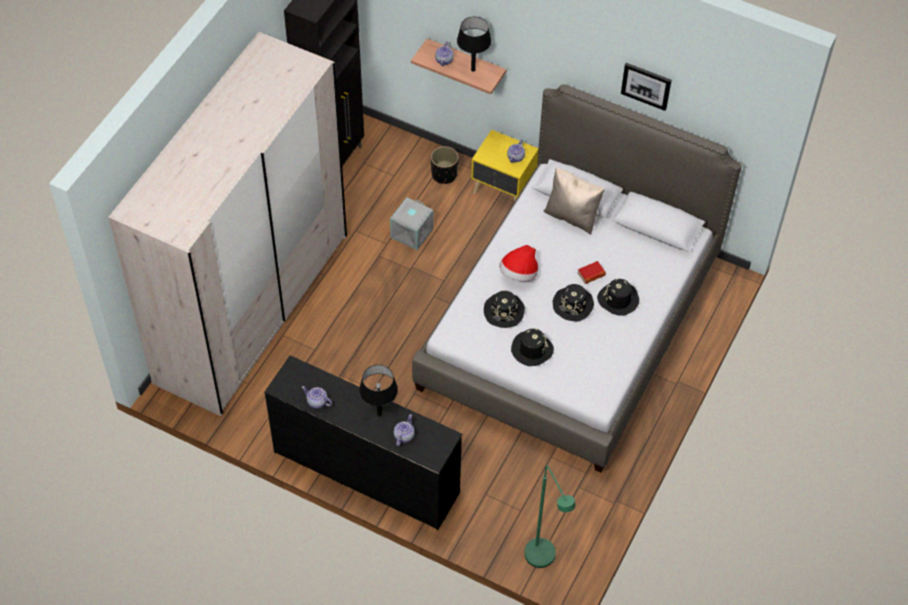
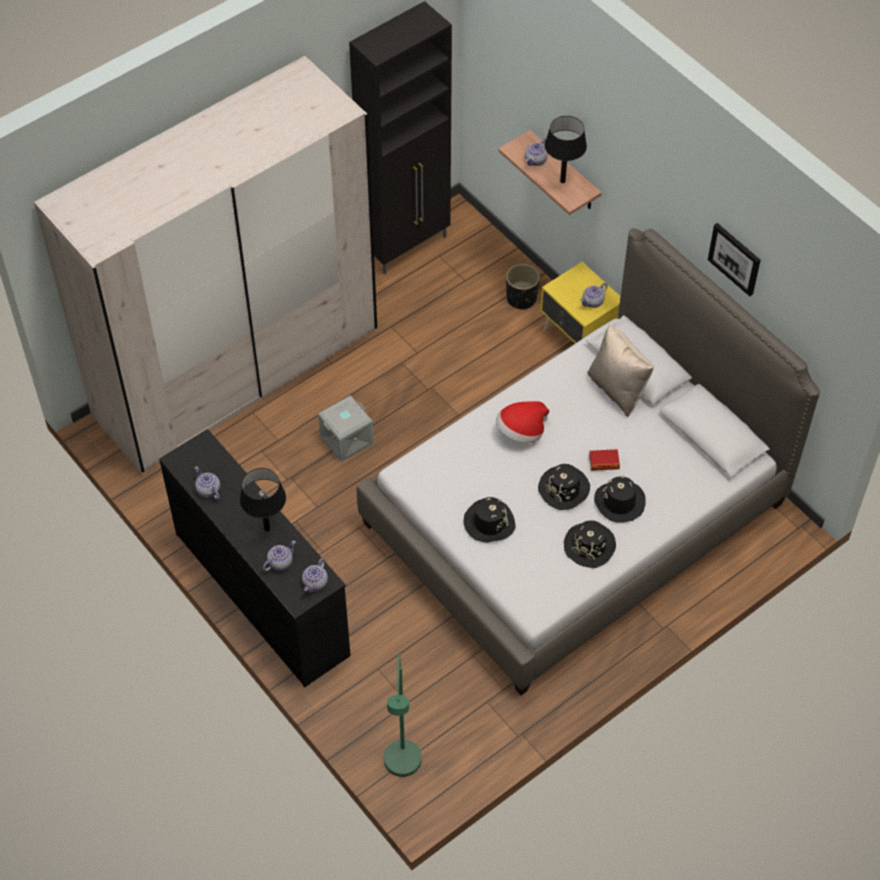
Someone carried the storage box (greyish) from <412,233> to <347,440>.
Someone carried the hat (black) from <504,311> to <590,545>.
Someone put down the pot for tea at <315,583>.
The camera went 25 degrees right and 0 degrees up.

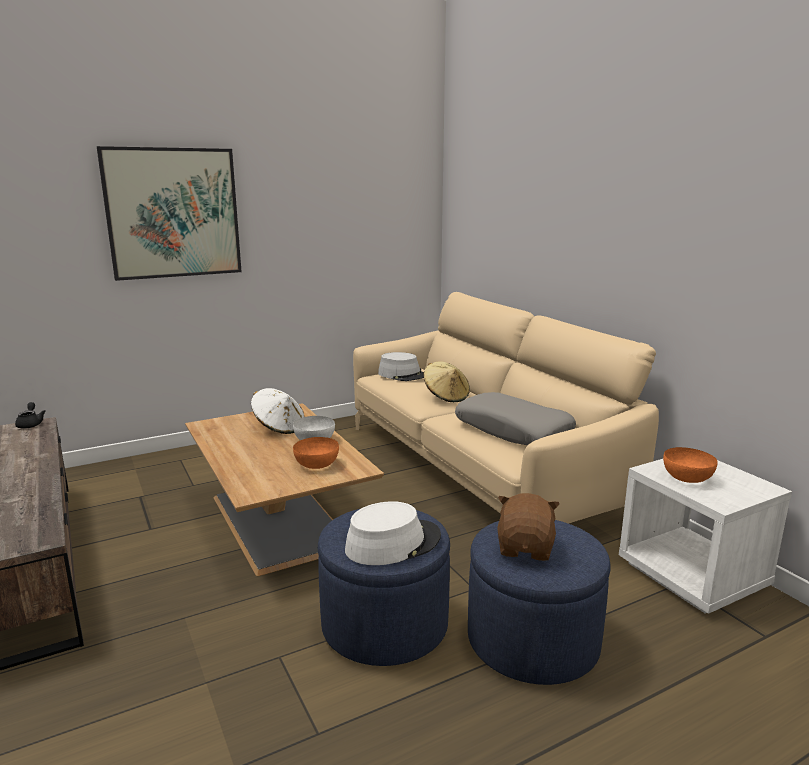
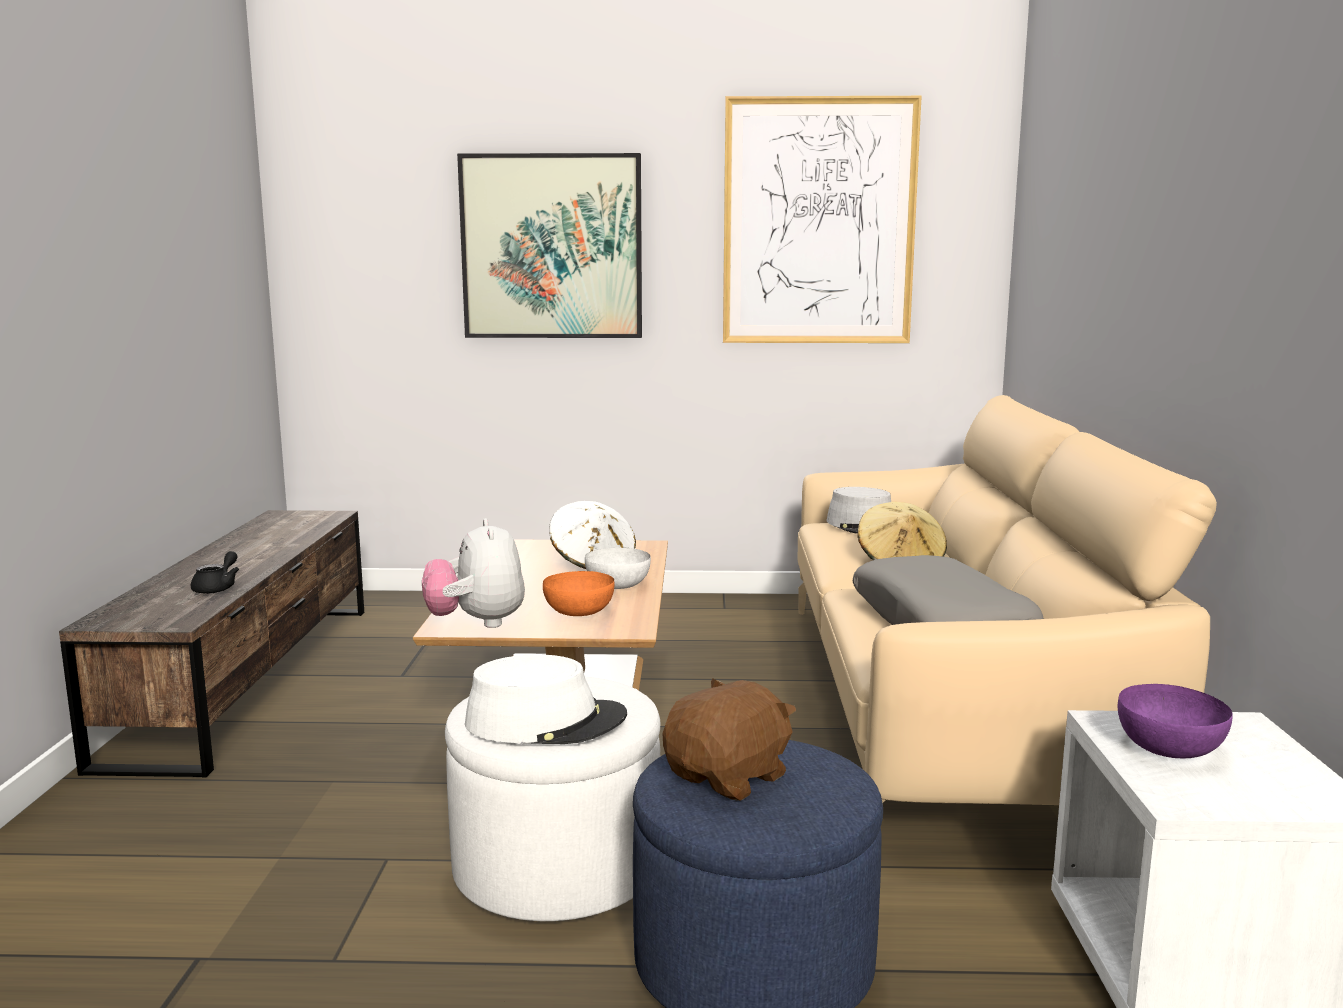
Someone carried the pot for tea (black) from <30,424> to <217,588>.
Someone repainted the ottoman (blue) at <385,625>, which became the ottoman (whitish) at <557,867>.
Someone repainted the deep dish (orange) at <687,477>, which became the deep dish (purple) at <1171,748>.
Someone put down the plush toy at <477,623>.
Someone put up the picture at <818,222>.
The camera went 30 degrees right and 5 degrees down.

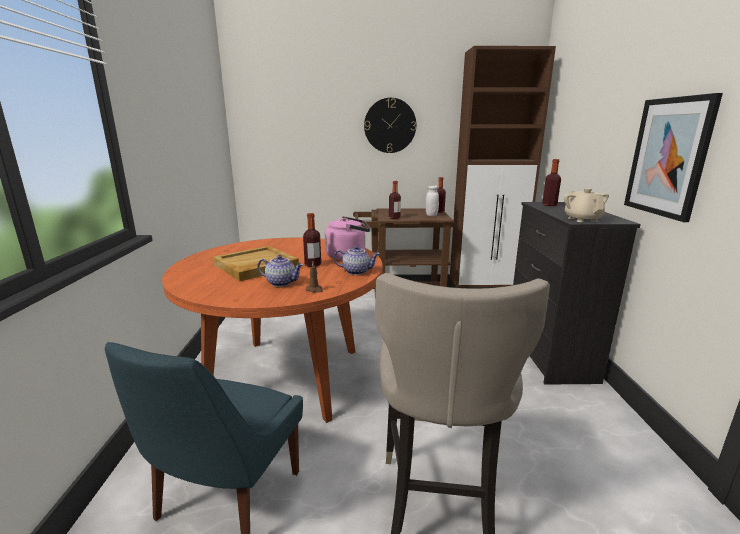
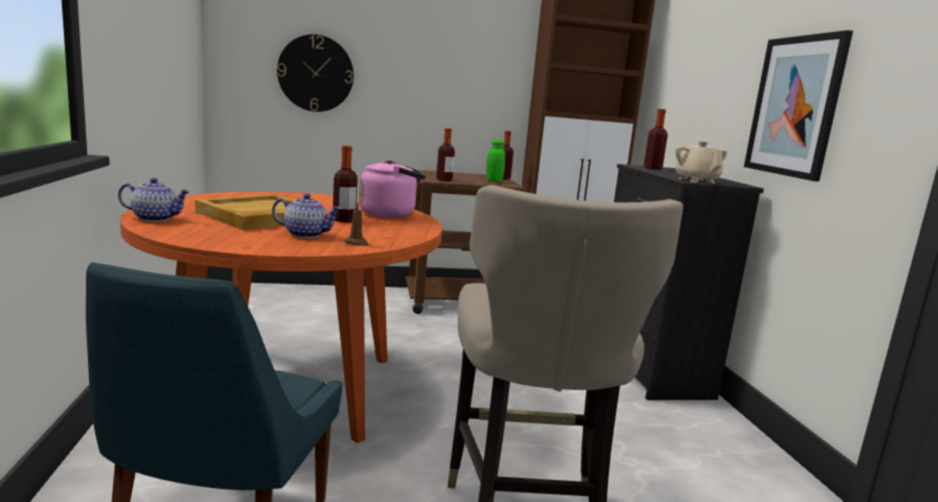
Someone carried the pot for tea from <357,271> to <156,218>.
Someone carried the clock on the wall from <390,125> to <315,73>.
Someone repainted the preserve jar (whitish) at <431,215>, which became the preserve jar (greenish) at <494,181>.
The camera went 10 degrees left and 5 degrees down.

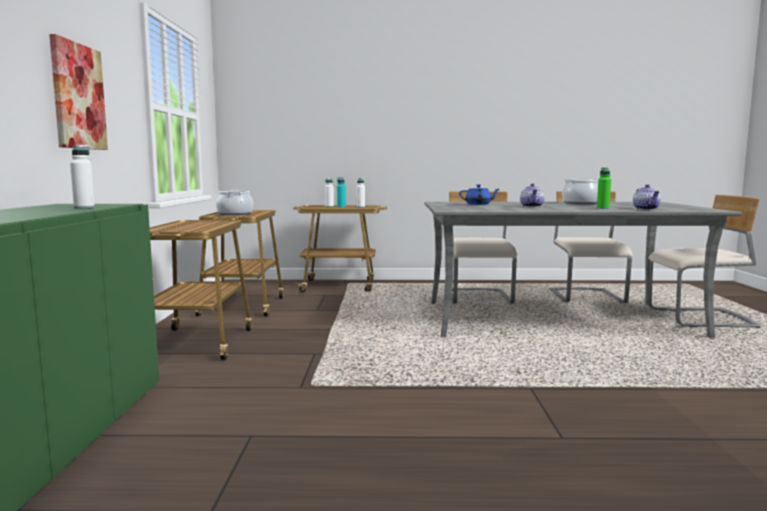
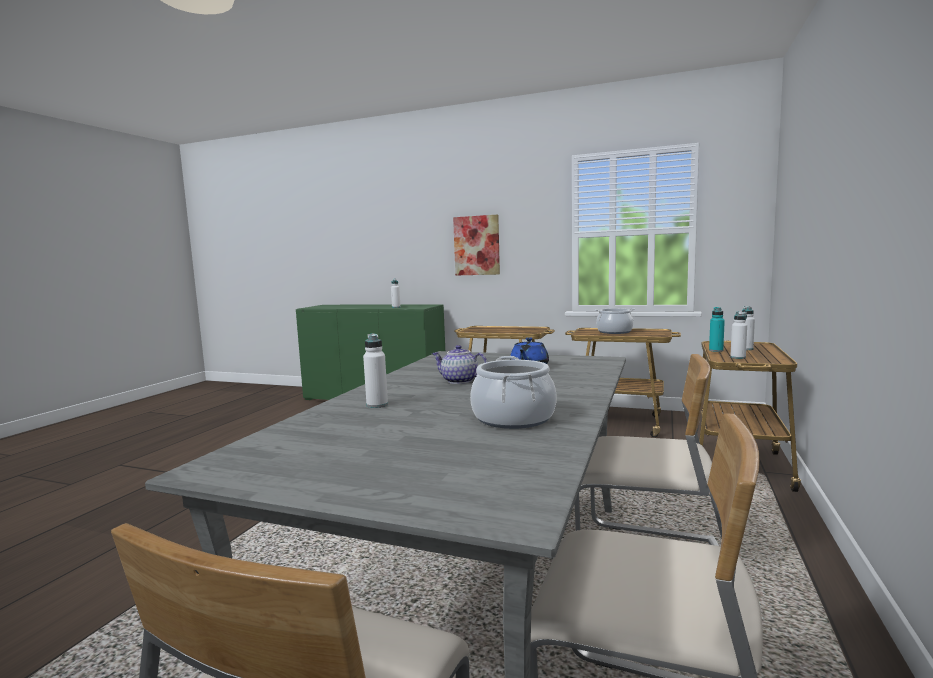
Someone repainted the bottle (greenish) at <603,208>, which became the bottle (whitish) at <377,405>.
Someone took away the pot for tea at <646,209>.
The camera went 110 degrees right and 0 degrees up.

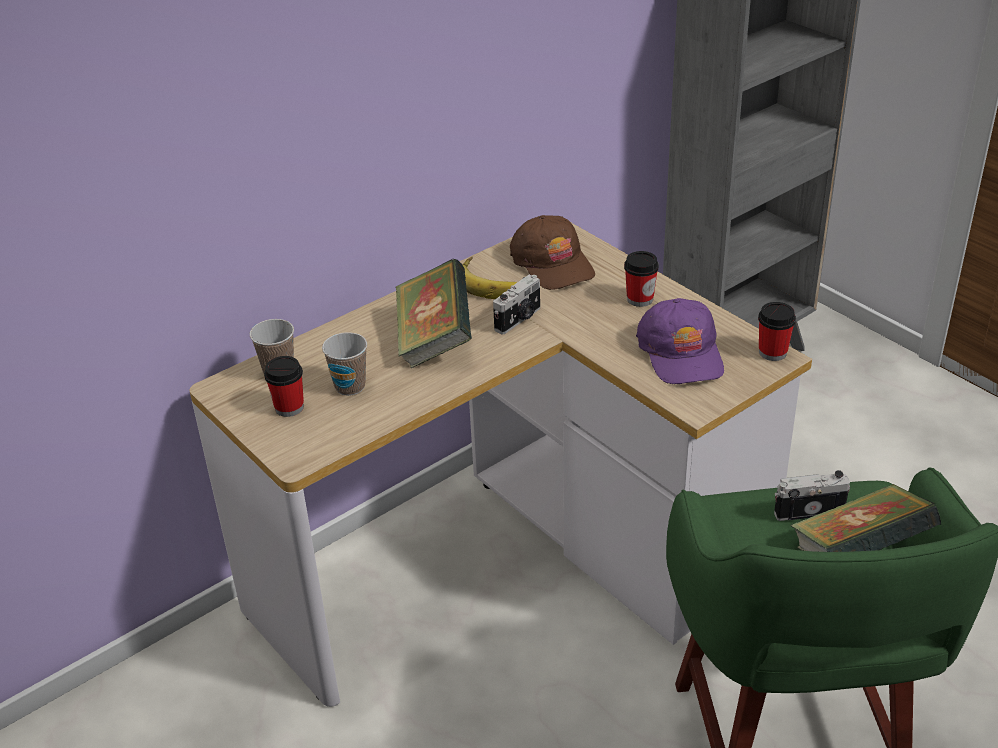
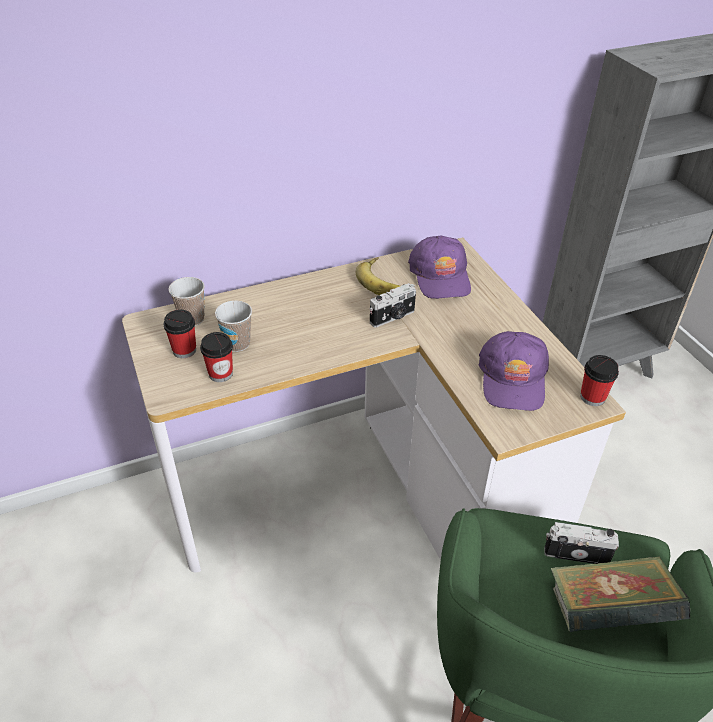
Someone took away the volume at <434,340>.
Someone repainted the baseball cap (brownish) at <553,263>, which became the baseball cap (purple) at <440,276>.
Someone carried the cup from <640,299> to <220,374>.
The camera went 15 degrees right and 5 degrees up.

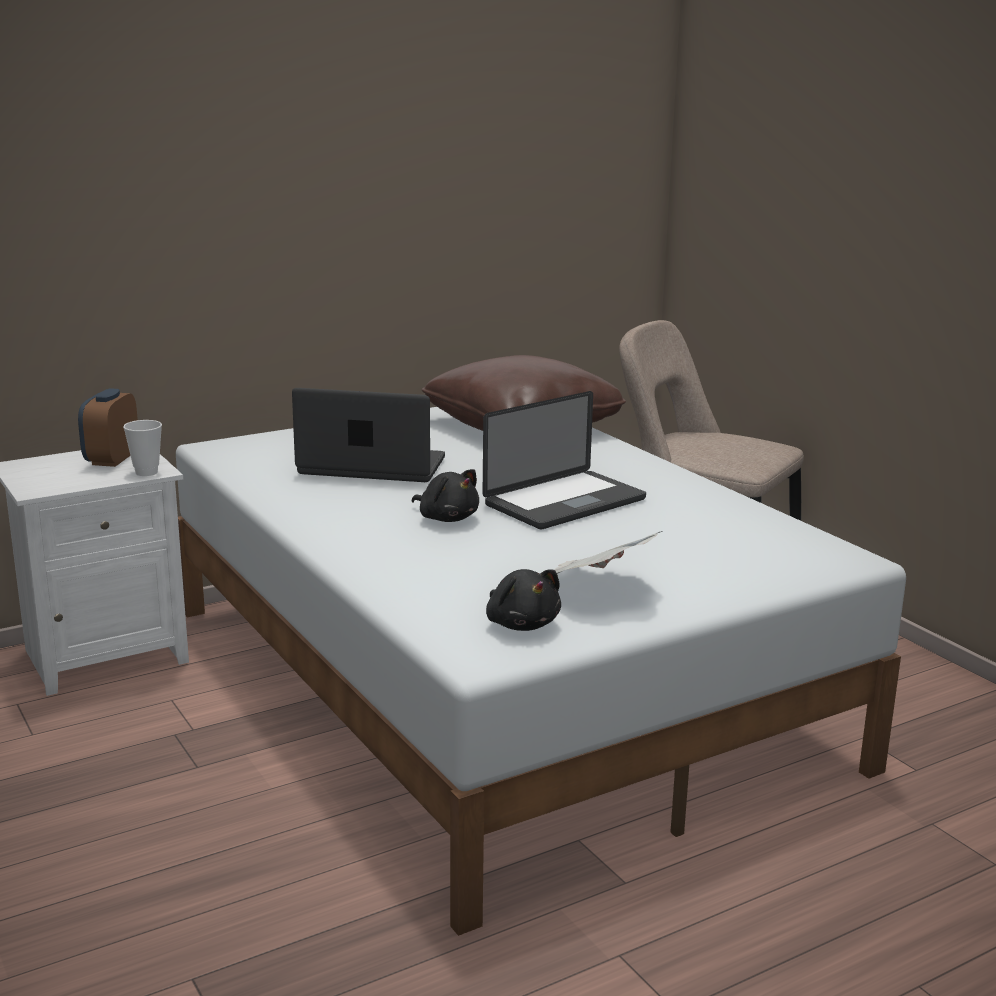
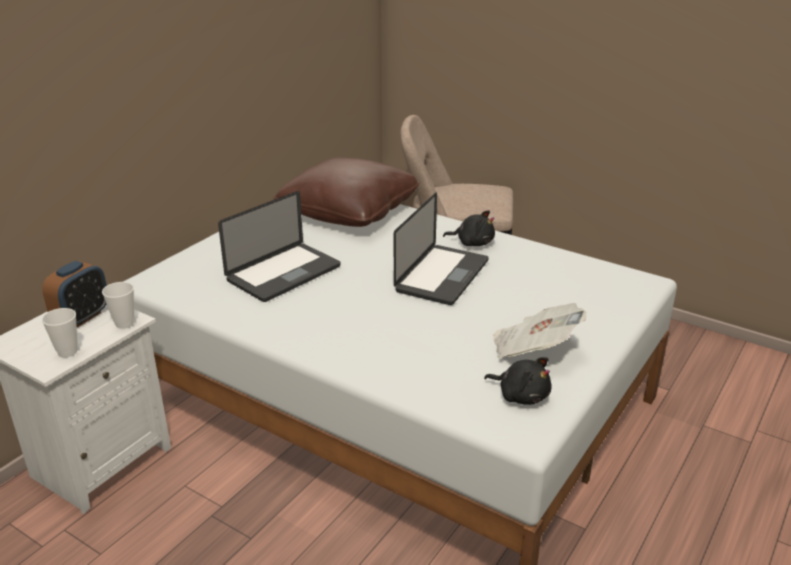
Someone rotated the alarm clock at <111,460> by 135 degrees counterclockwise.
Someone rotated the notebook computer at <372,466> by 150 degrees clockwise.
Someone carried the plush toy (black) from <447,518> to <472,243>.
Someone put down the cup at <67,352>.
The camera went 25 degrees left and 10 degrees up.

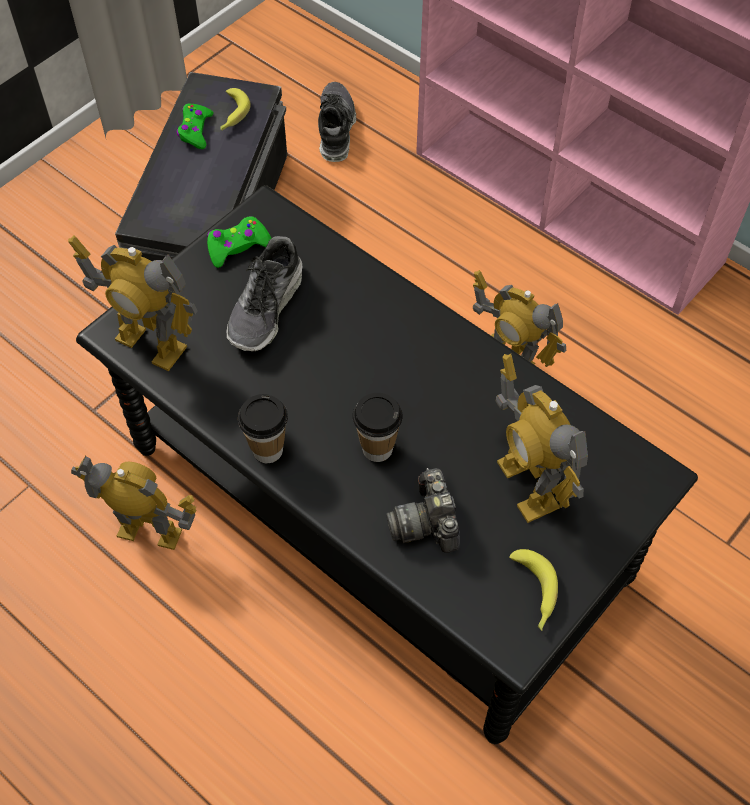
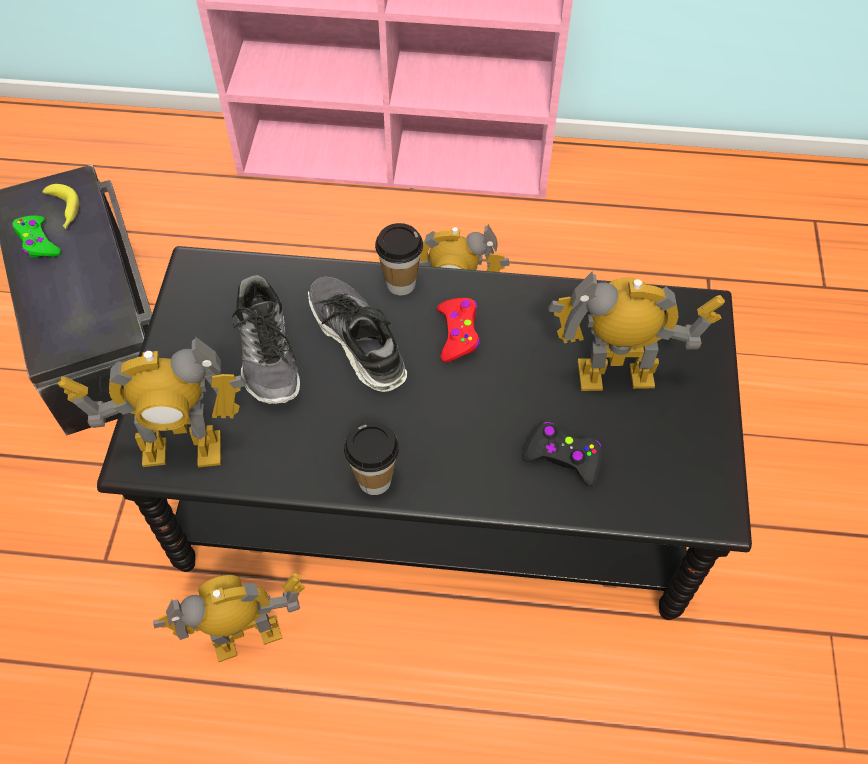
Someone took away the game controller (greenish) at <238,247>.
Someone carried the item of footwear from <335,129> to <357,340>.
Someone carried the cup from <377,449> to <401,284>.
Someone swapped the still camera at <426,523> for the game controller (black) at <563,457>.
Someone rotated the model robot at <526,485> by 150 degrees clockwise.
Someone took away the whole banana at <534,593>.
Someone put down the game controller (reddish) at <458,333>.
The camera went 35 degrees left and 0 degrees up.

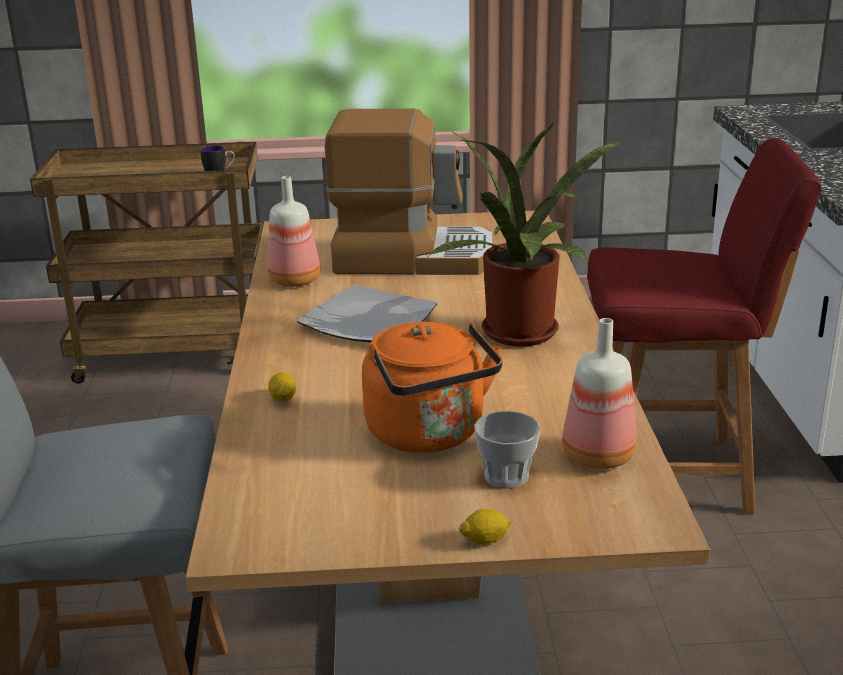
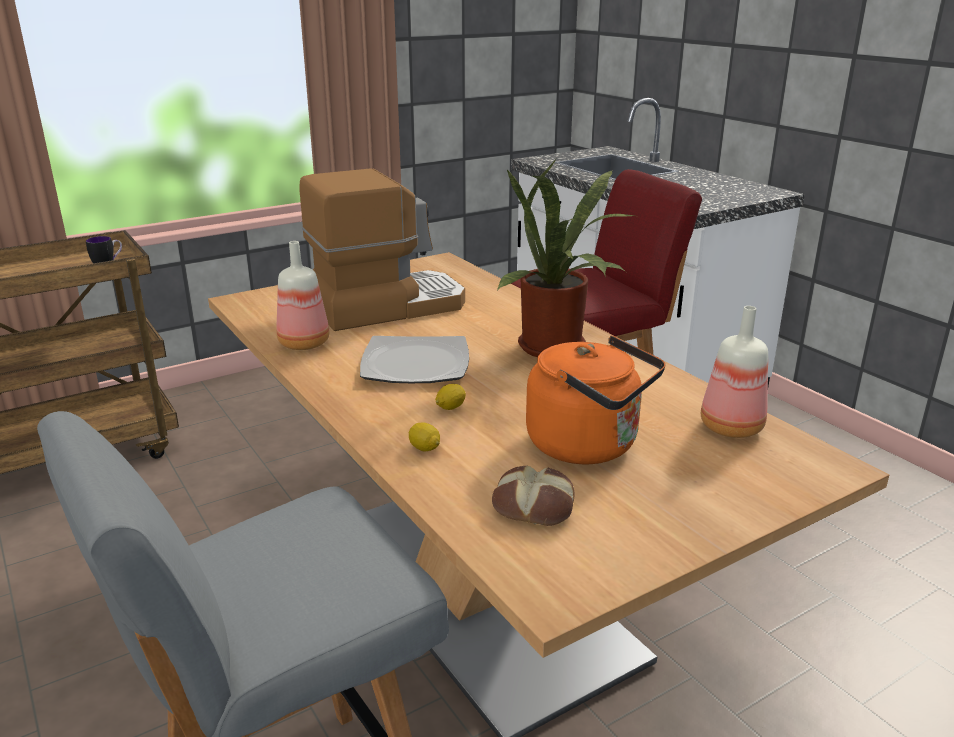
Someone carried the citrus fruit from <485,540> to <451,407>.
Someone took away the cup at <506,476>.
Someone put down the bakery bread at <534,504>.
The camera went 30 degrees left and 0 degrees up.

